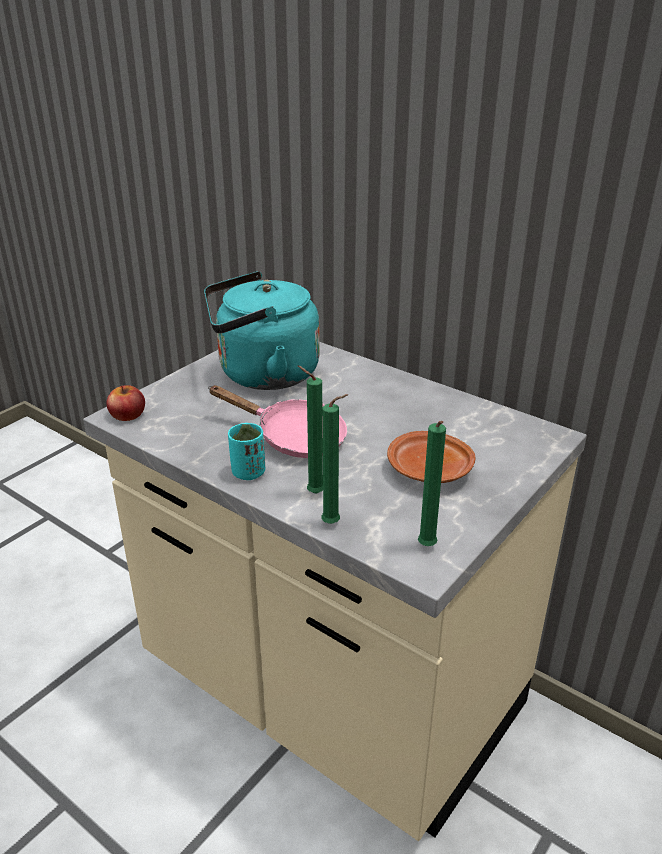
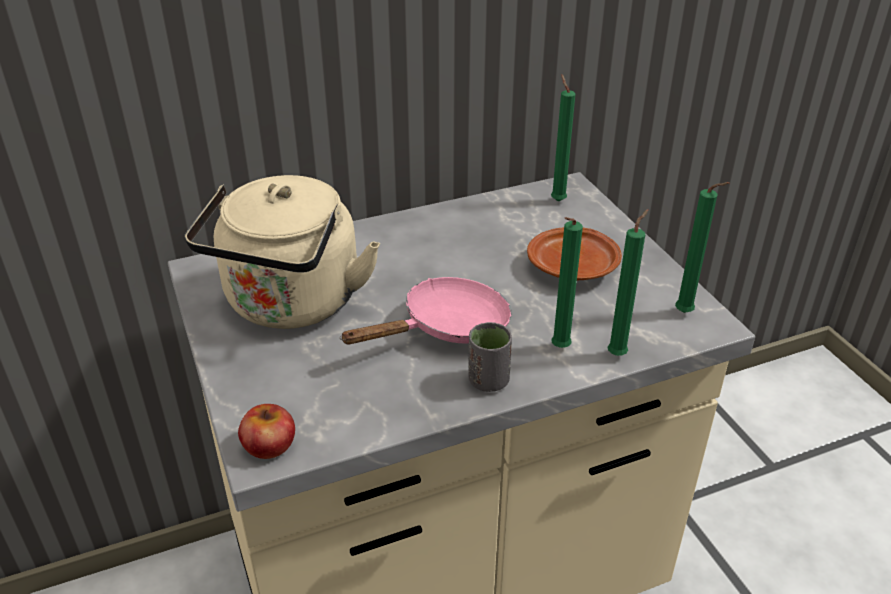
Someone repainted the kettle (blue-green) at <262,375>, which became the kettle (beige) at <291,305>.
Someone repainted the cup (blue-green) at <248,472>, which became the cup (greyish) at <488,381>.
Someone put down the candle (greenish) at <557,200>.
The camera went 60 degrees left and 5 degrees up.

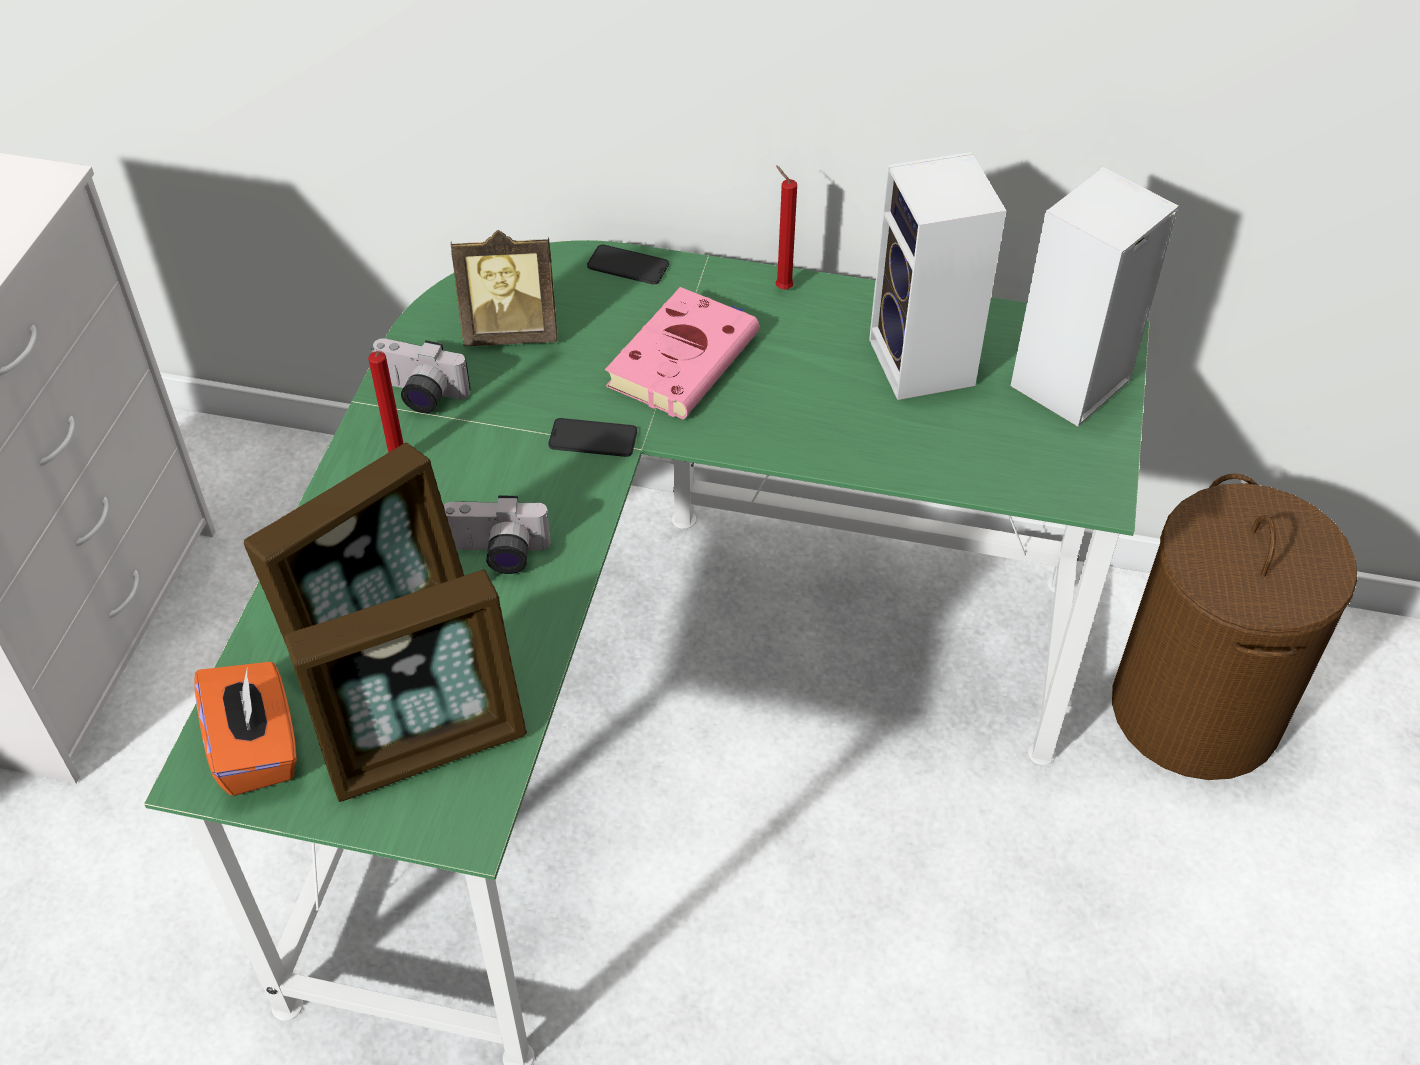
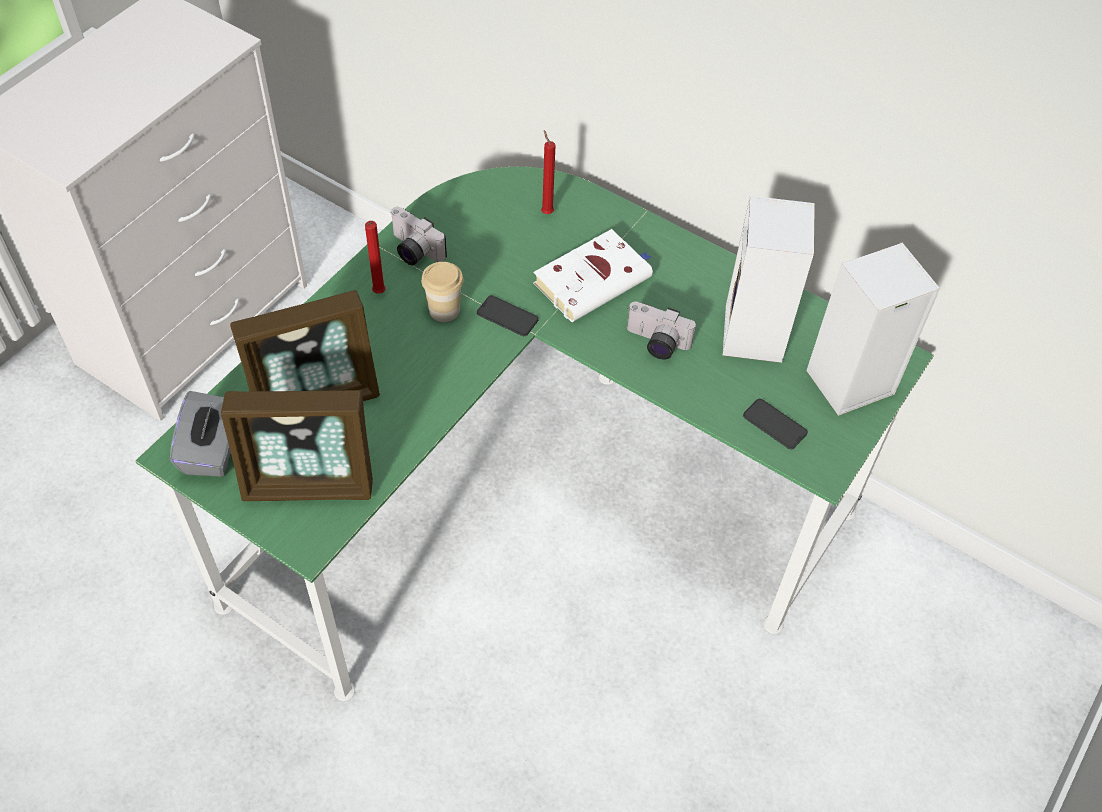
Someone repainted the tissue holder (orange) at <257,748>, which became the tissue holder (greyish) at <212,449>.
Someone carried the still camera from <497,554> to <655,344>.
Someone took away the photo frame at <511,333>.
Someone carried the phone from <628,265> to <774,424>.
Someone repainted the volume (pink) at <684,358>, which became the volume (whitish) at <594,279>.
Someone carried the candle (reddish) from <781,288> to <546,212>.
Someone took away the hamper (brownish) at <1194,709>.
Someone put down the cup at <444,310>.
The camera went 20 degrees right and 5 degrees up.

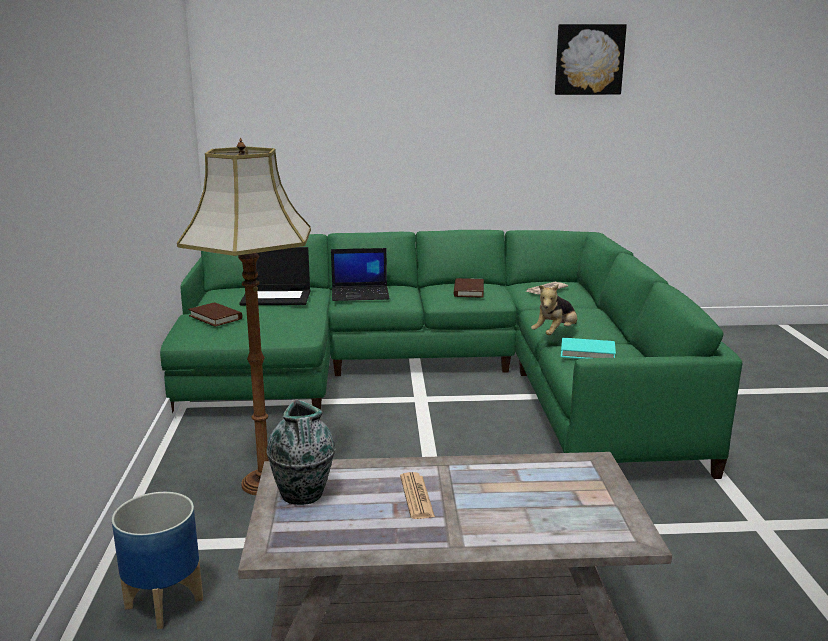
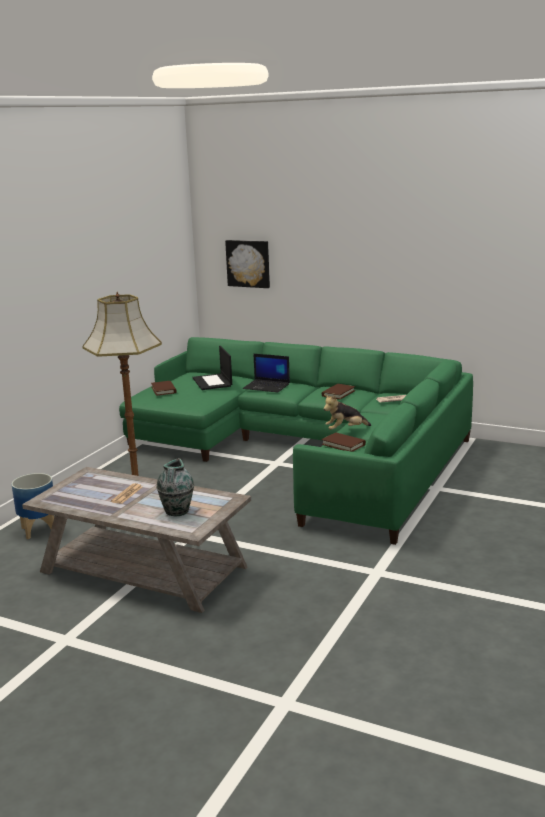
Someone rotated the notebook computer at <277,297> by 45 degrees clockwise.
Someone carried the flower vase from <303,495> to <177,512>.
Someone carried the picture from <589,59> to <248,263>.
Someone repainted the volume (blue-green) at <587,352>, which became the volume (brownish) at <343,444>.
The camera went 30 degrees right and 0 degrees up.

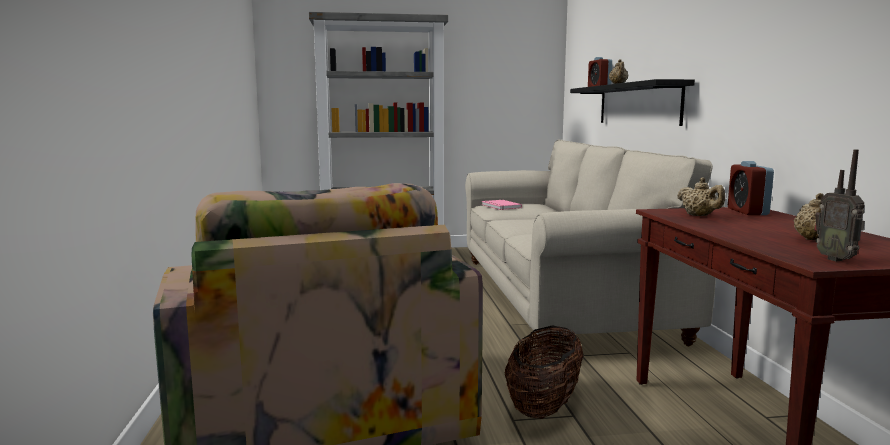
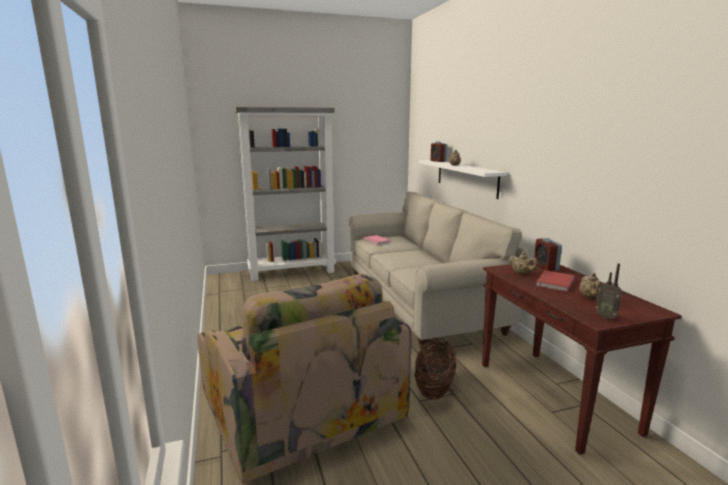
Someone repainted the bracket shelf (black) at <637,104>, which became the bracket shelf (whitish) at <466,177>.
Someone put down the volume (reddish) at <553,282>.
The camera went 10 degrees left and 5 degrees up.

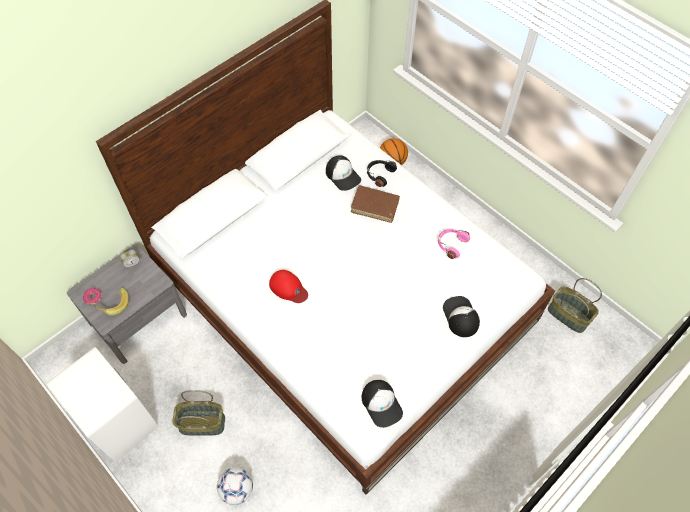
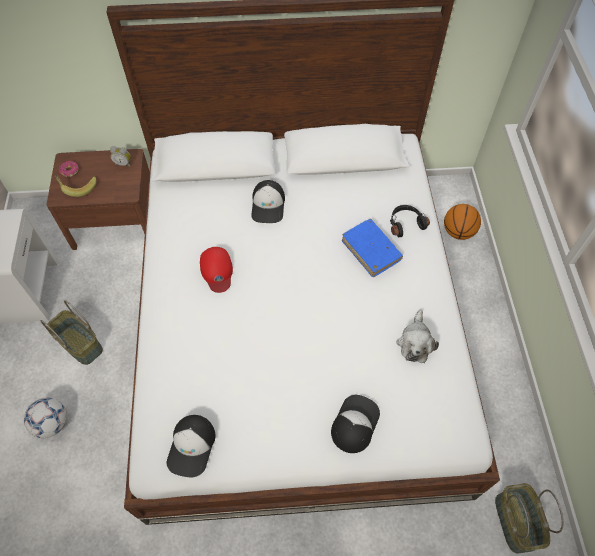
Someone repainted the nightstand (greyish) at <138,319>, which became the nightstand (brownish) at <115,221>.
Someone carried the baseball cap from <343,175> to <268,205>.
Someone repainted the volume (brownish) at <375,206>, which became the volume (blue) at <371,251>.
Someone swapped the pair of headphones (pink) at <451,244> for the plush toy at <415,342>.
The camera went 40 degrees right and 0 degrees up.

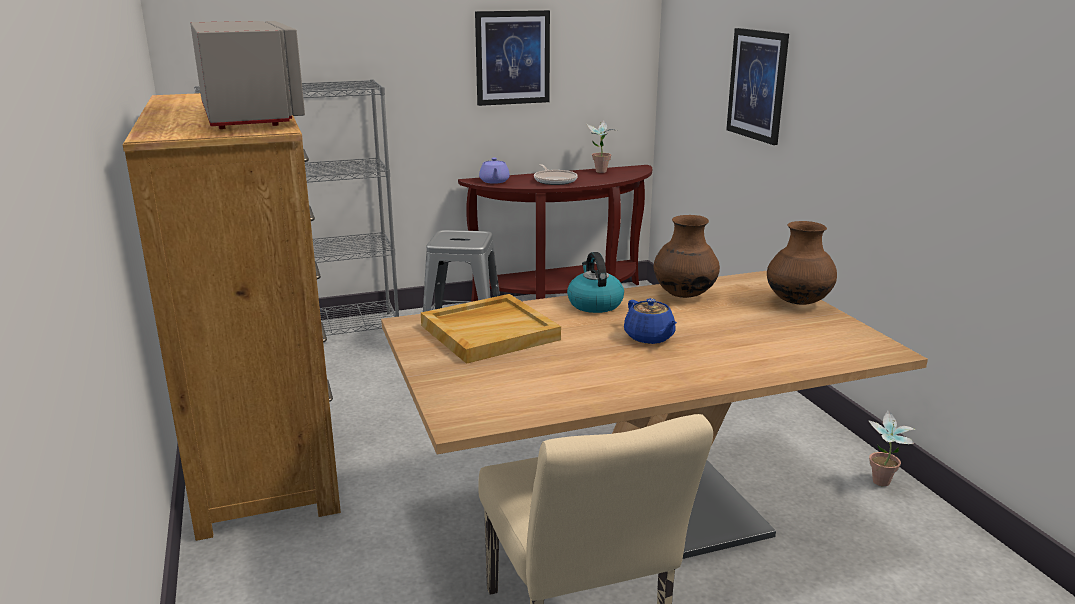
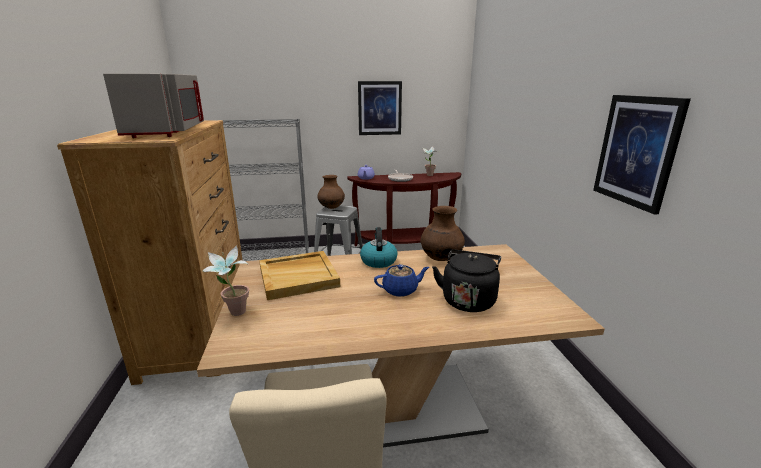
Someone rotated the pot for tea (blue) at <649,337> by 90 degrees counterclockwise.
Someone carried the picture from <757,85> to <636,151>.
Someone carried the flower vase (brownish) from <798,302> to <331,208>.
Someone carried the houseplant from <882,485> to <234,315>.
Someone put down the kettle (black) at <468,299>.
The camera went 10 degrees right and 0 degrees up.

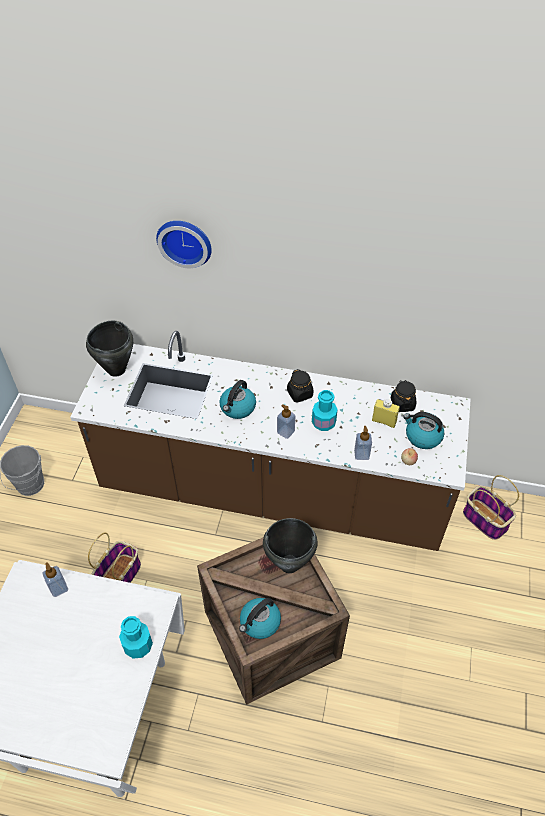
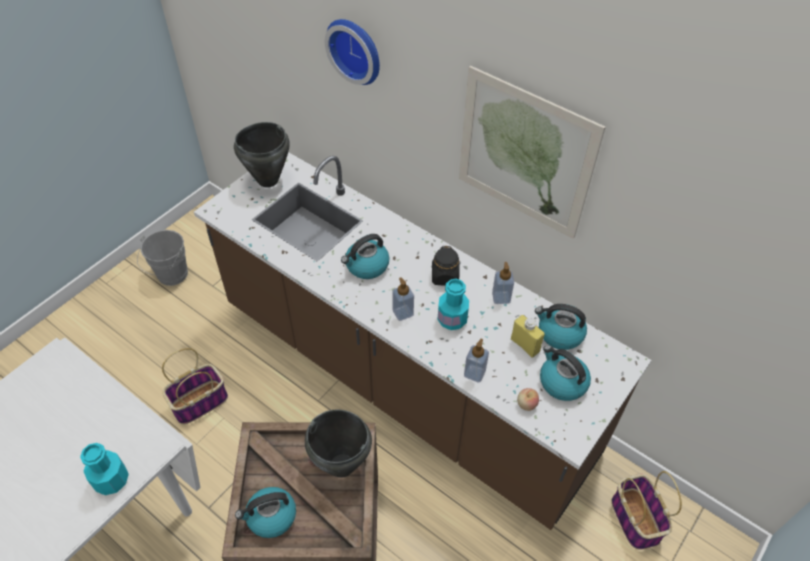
Someone carried the liquid soap bottle from <59,588> to <501,297>.
Someone swapped the preserve jar (black) at <402,404> for the kettle at <559,334>.
Someone put up the picture at <524,154>.
The camera went 25 degrees right and 0 degrees up.

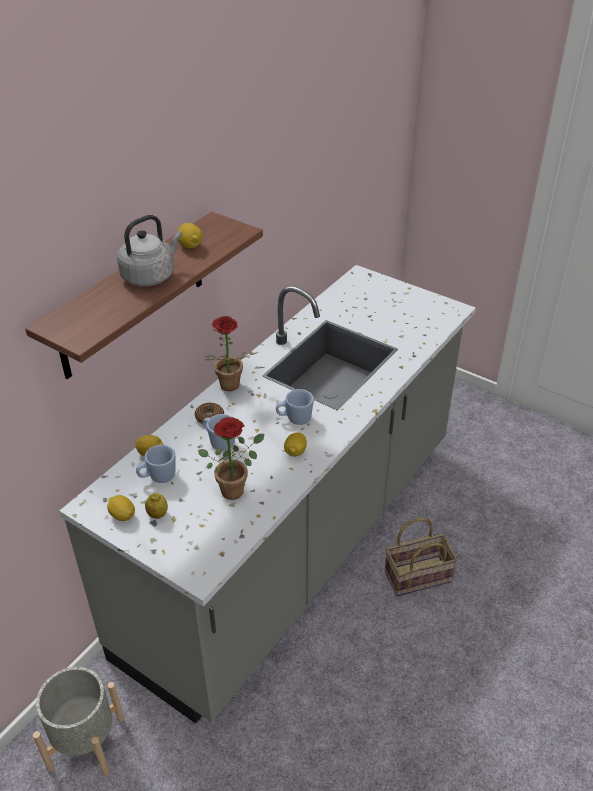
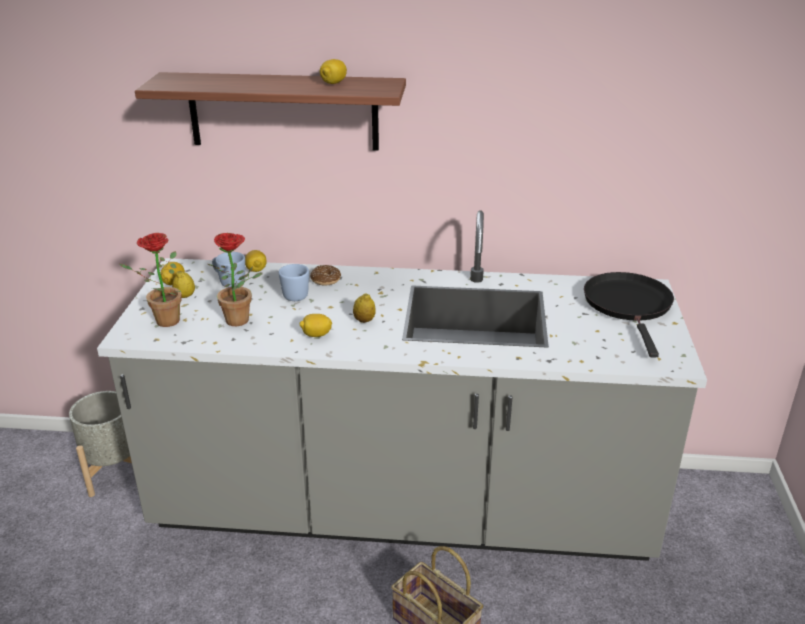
Someone took away the kettle (greyish) at <151,276>.
Someone carried the houseplant from <228,388> to <162,321>.
Someone swapped the coffee mug (blue) at <294,419> for the citrus fruit at <364,320>.
Someone put down the skillet (black) at <629,305>.
The camera went 60 degrees right and 10 degrees down.

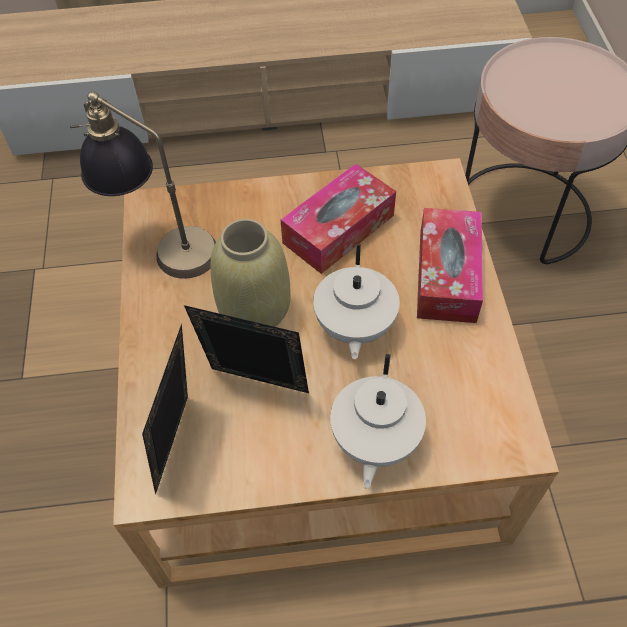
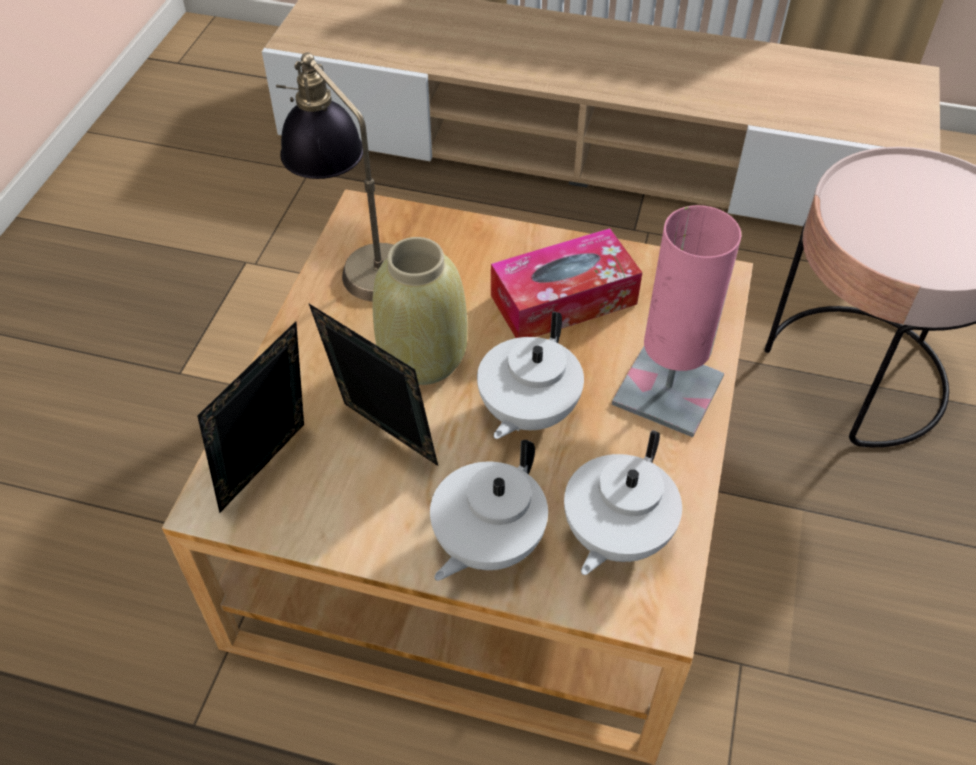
Someone swapped the tissue holder at <447,275> for the tabletop lamp (pink) at <668,390>.
Someone put down the pot for tea (whitish) at <615,535>.
The camera went 20 degrees right and 5 degrees down.

